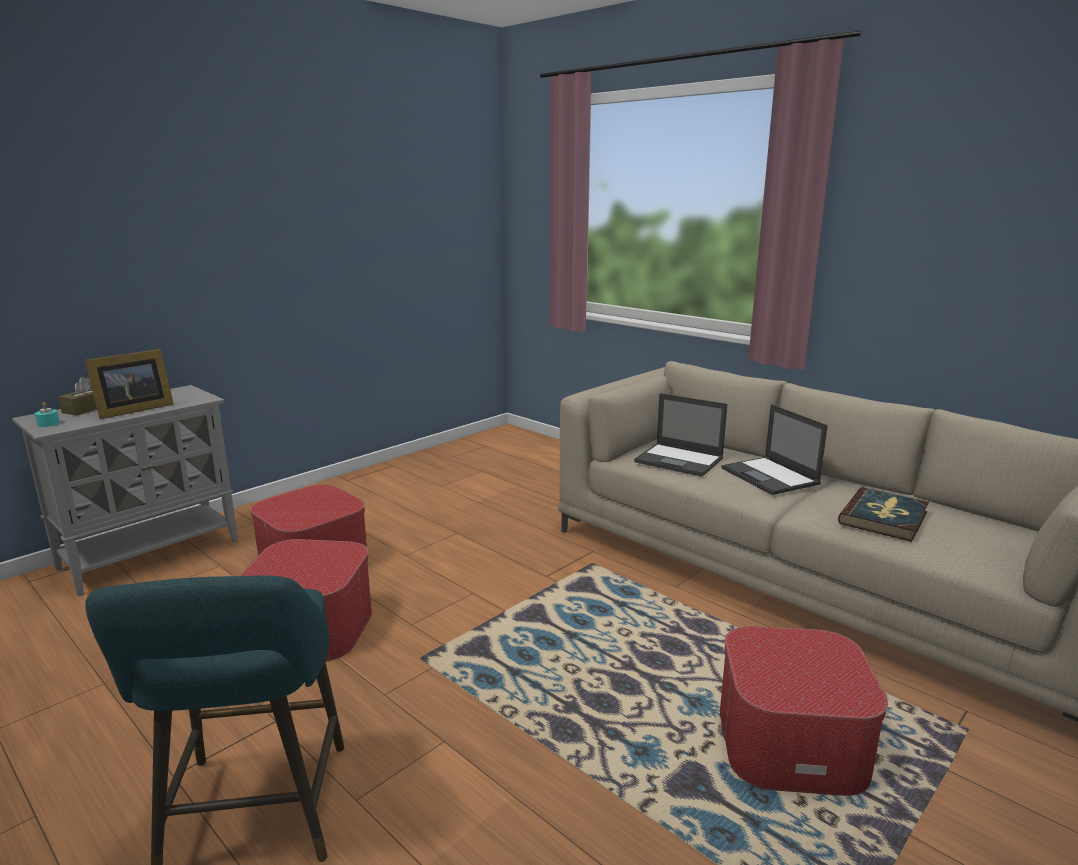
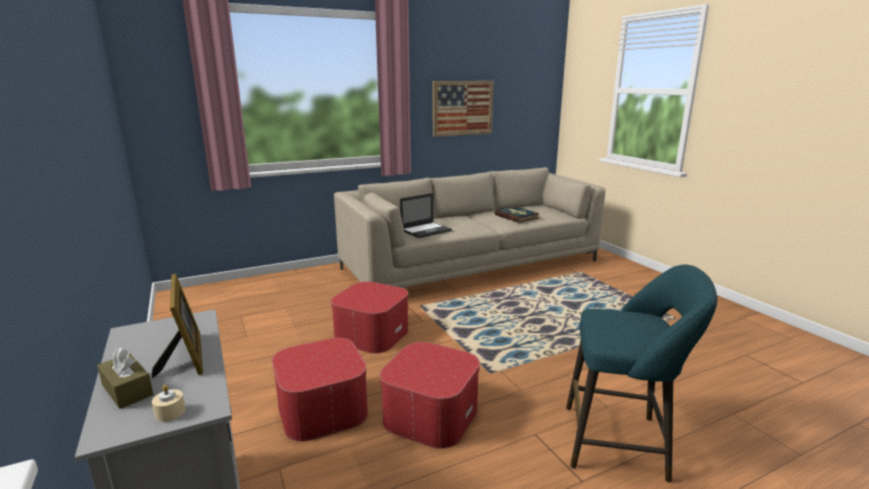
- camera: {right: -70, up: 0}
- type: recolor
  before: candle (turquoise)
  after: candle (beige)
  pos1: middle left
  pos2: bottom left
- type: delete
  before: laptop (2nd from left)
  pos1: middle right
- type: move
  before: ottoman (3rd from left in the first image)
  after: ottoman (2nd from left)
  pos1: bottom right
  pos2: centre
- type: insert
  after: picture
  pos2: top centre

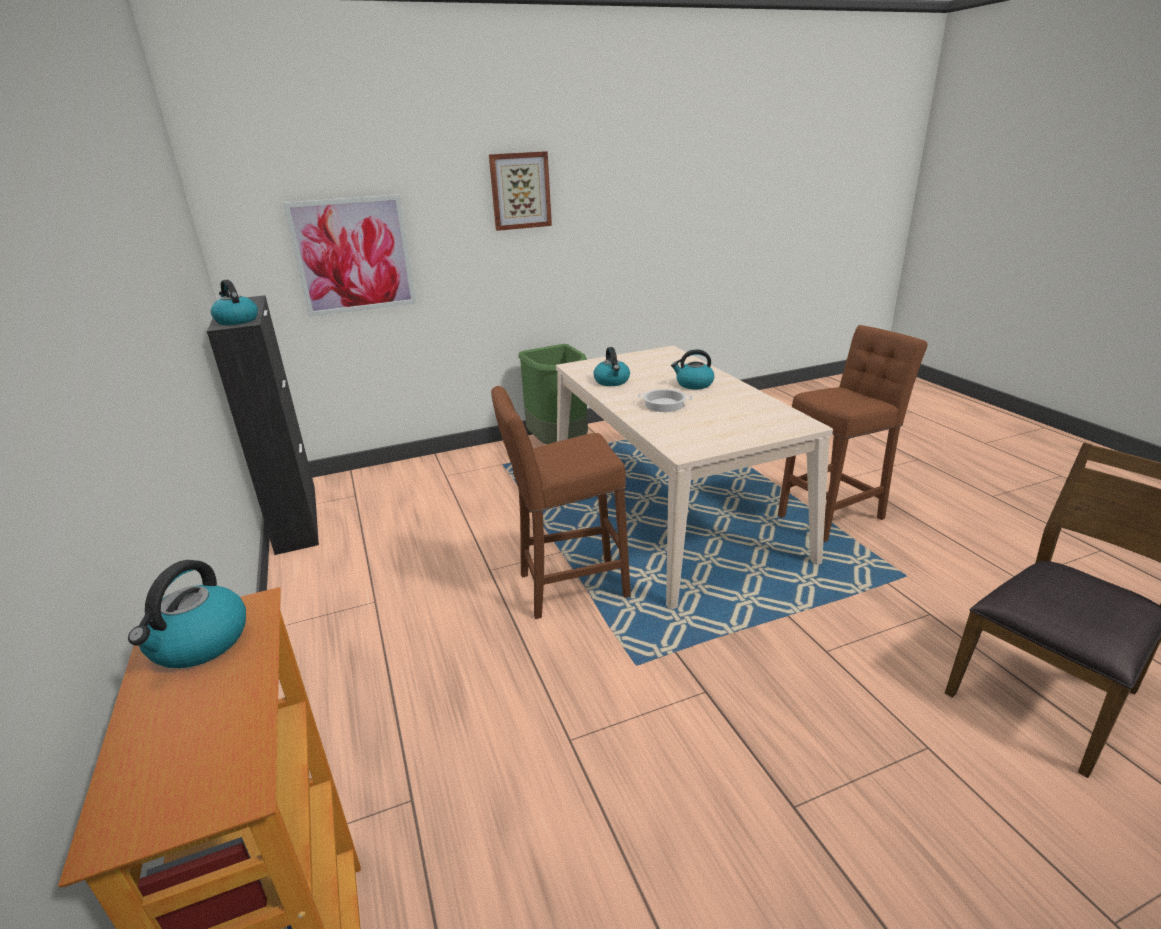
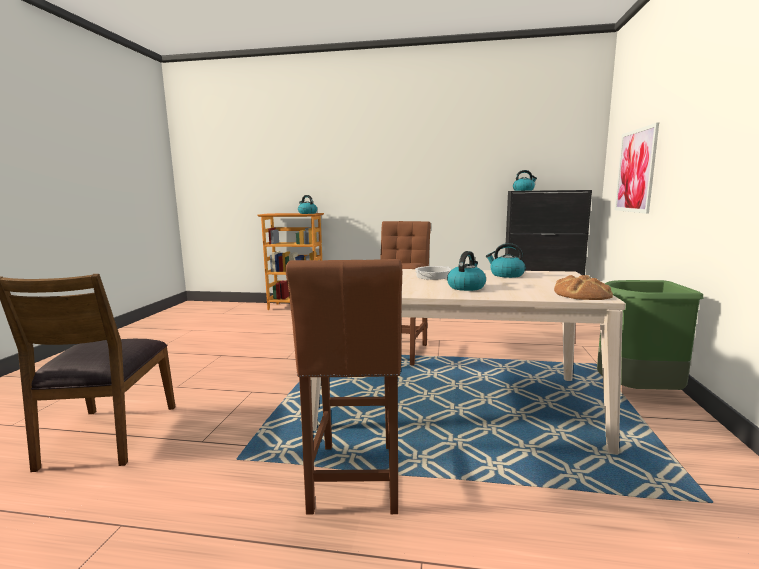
- camera: {right: 120, up: -15}
- type: delete
  before: picture (2nd from left)
  pos1: top centre
- type: insert
  after: bread
  pos2: middle right

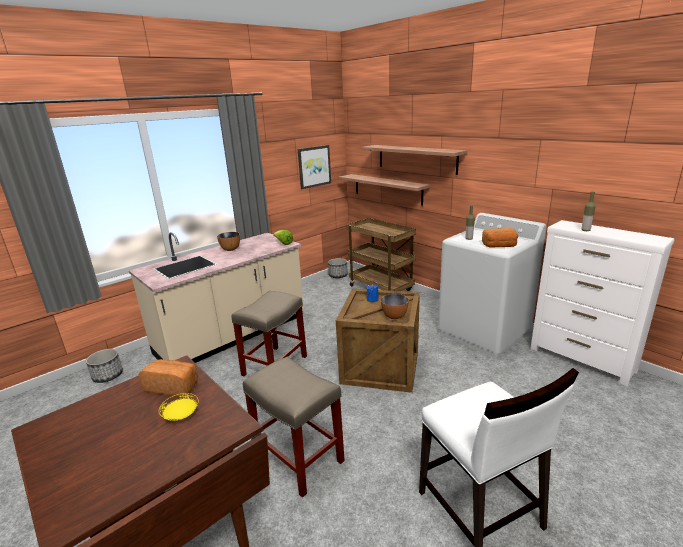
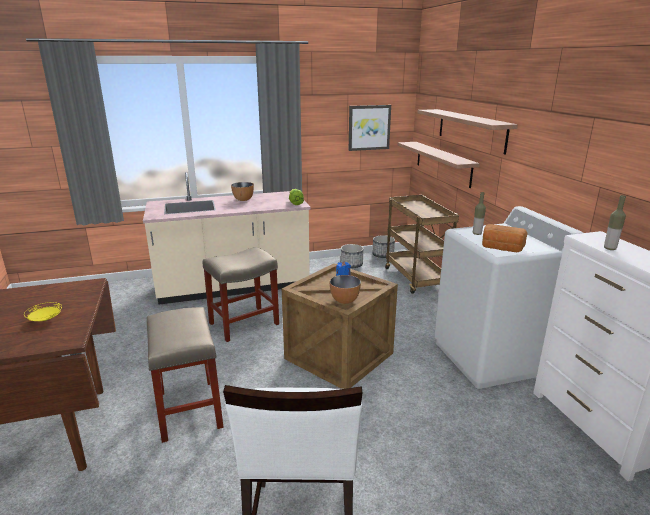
- camera: {right: 25, up: 0}
- type: move
  before: planter (1st from left)
  pos1: bottom left
  pos2: centre
- type: delete
  before: bread (1st from left)
  pos1: bottom left

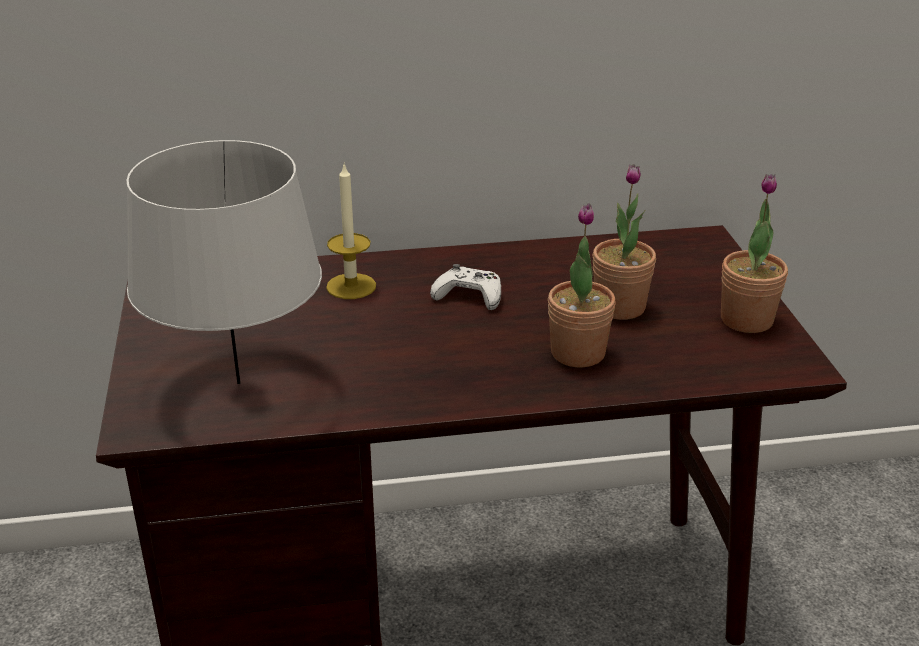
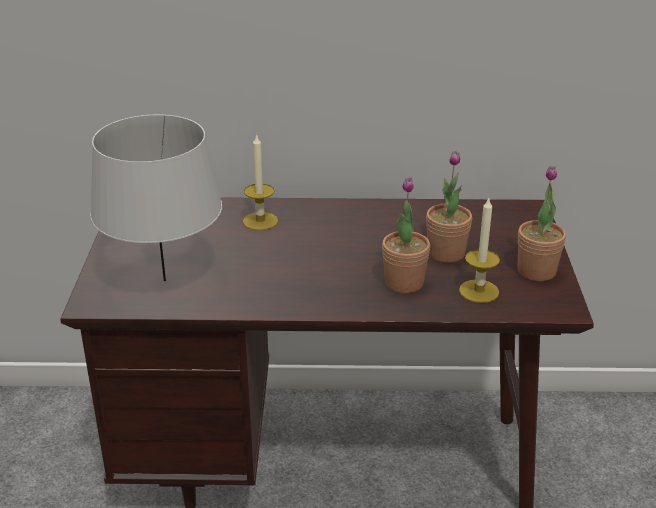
- camera: {right: 10, up: 0}
- type: delete
  before: game controller (white)
  pos1: centre
- type: insert
  after: candle (2nd from left)
  pos2: middle right

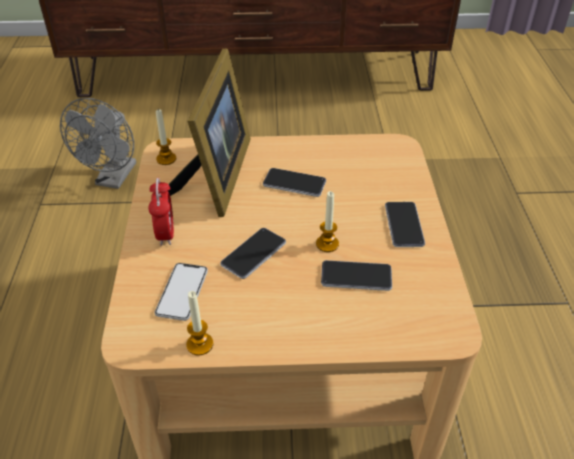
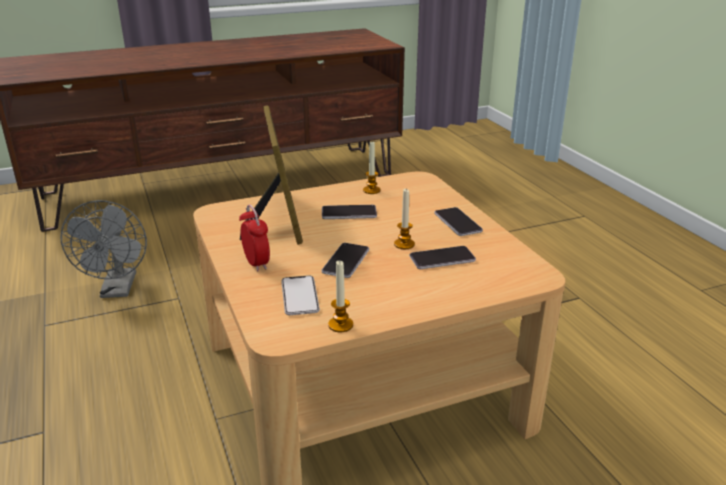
- camera: {right: -20, up: -15}
- type: move
  before: candle (1st from left in the first image)
  after: candle (2nd from left)
  pos1: top left
  pos2: centre

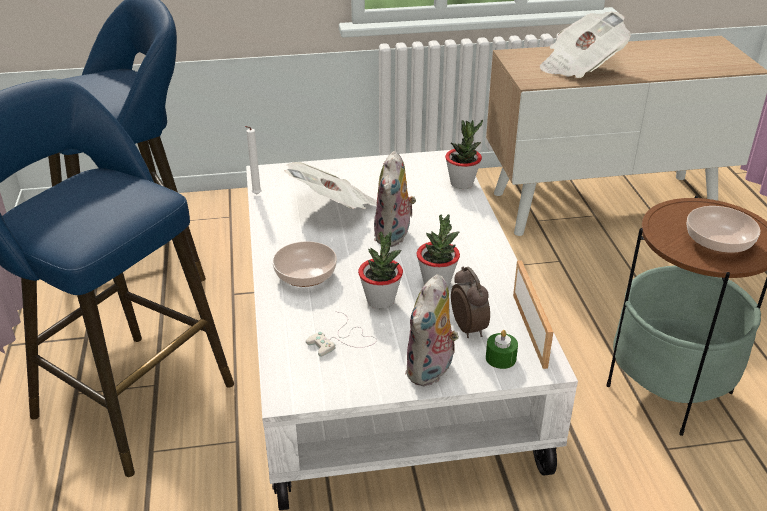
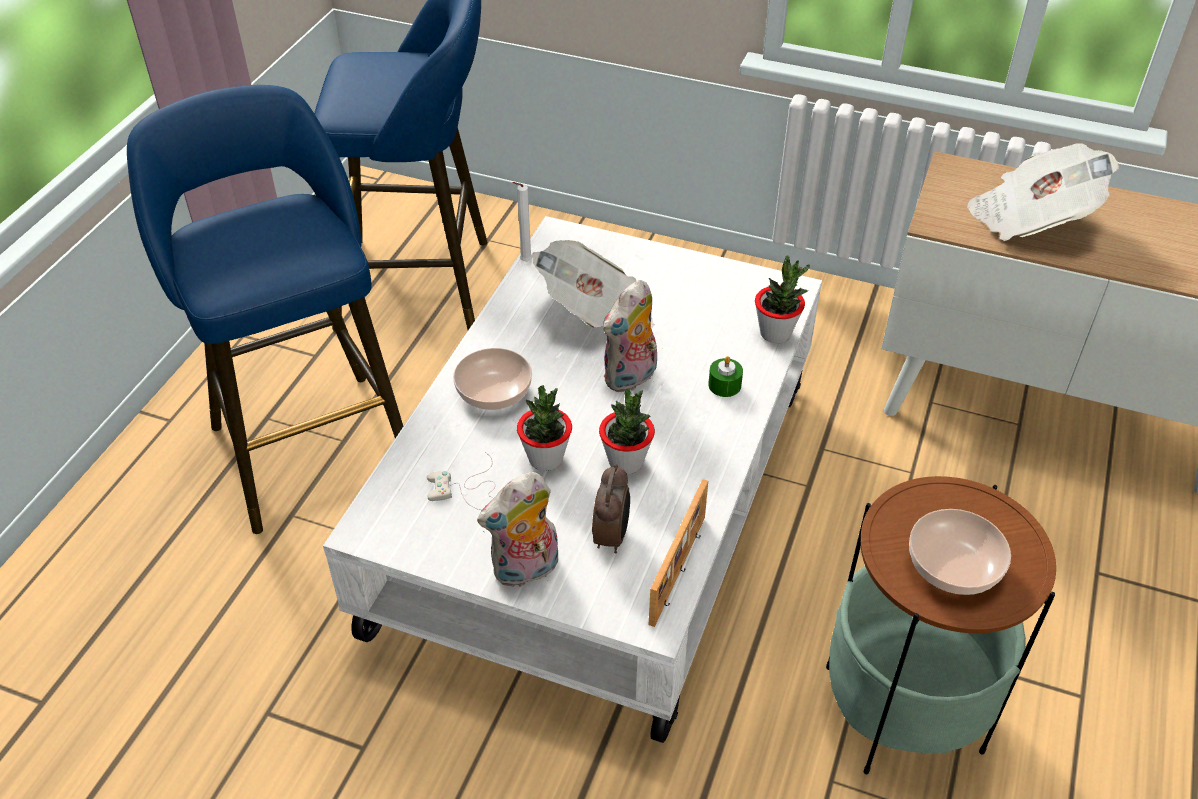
- camera: {right: 30, up: 10}
- type: move
  before: candle (green)
  pos1: bottom centre
  pos2: centre

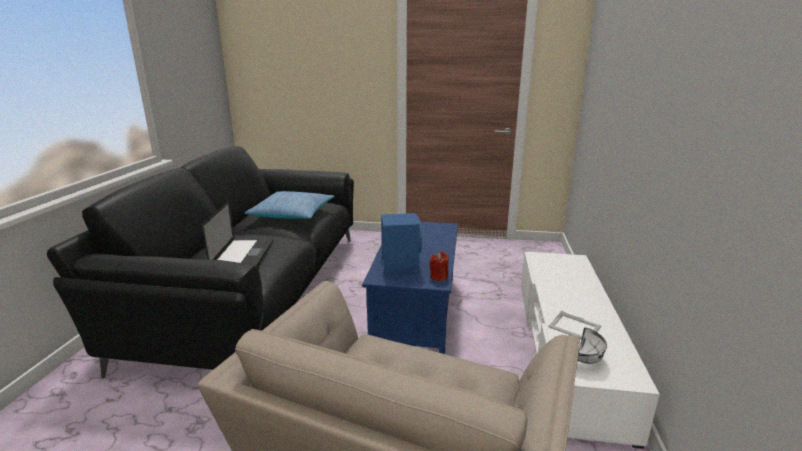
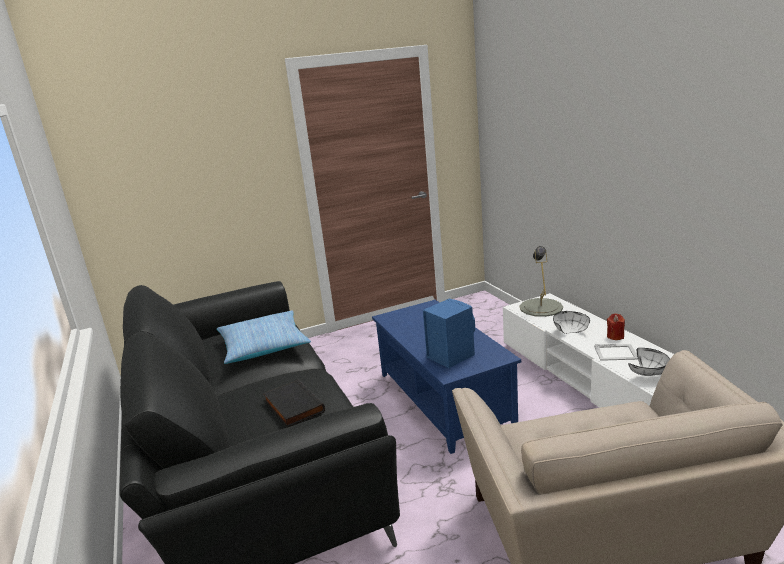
- camera: {right: -30, up: 0}
- type: replace
  before: laptop
  after: book (black)
  pos1: middle left
  pos2: bottom centre
- type: move
  before: candle (red)
  pos1: centre
  pos2: middle right
- type: insert
  after: table lamp (grey)
  pos2: middle right
- type: insert
  after: bowl (white) (1st from left)
  pos2: middle right

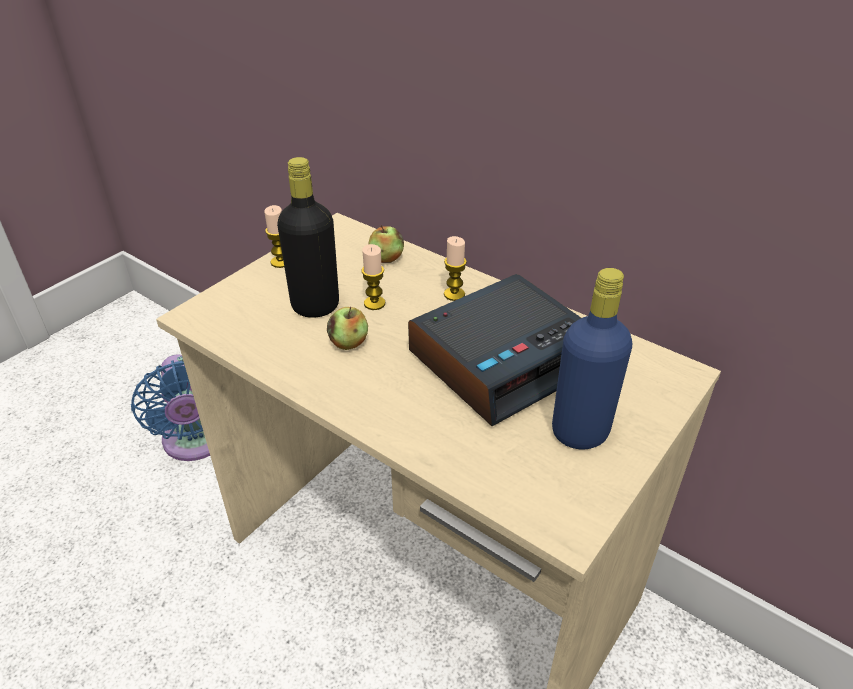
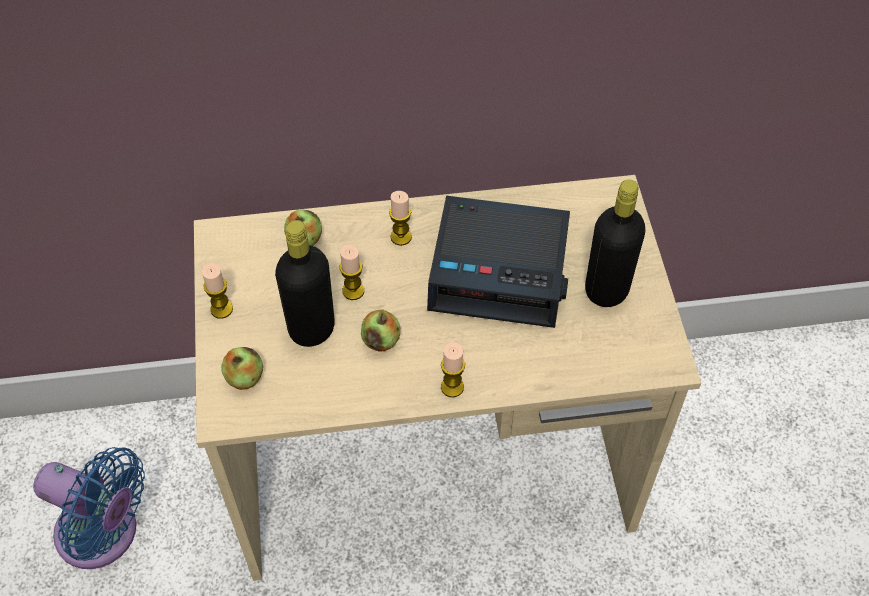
- camera: {right: -45, up: 15}
- type: recolor
  before: bottle (blue)
  after: bottle (black) (2nd from left)
  pos1: middle right
  pos2: middle right
- type: rotate
  before: alarm clock
  pos1: centre
  pos2: centre
  turn: 90
- type: insert
  after: candle (4th from left)
  pos2: centre
- type: insert
  after: apple (1st from left)
  pos2: middle left

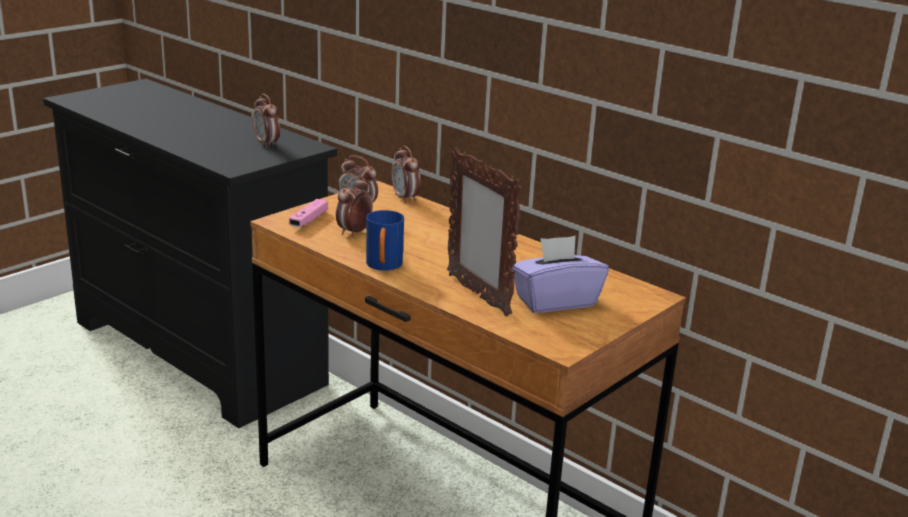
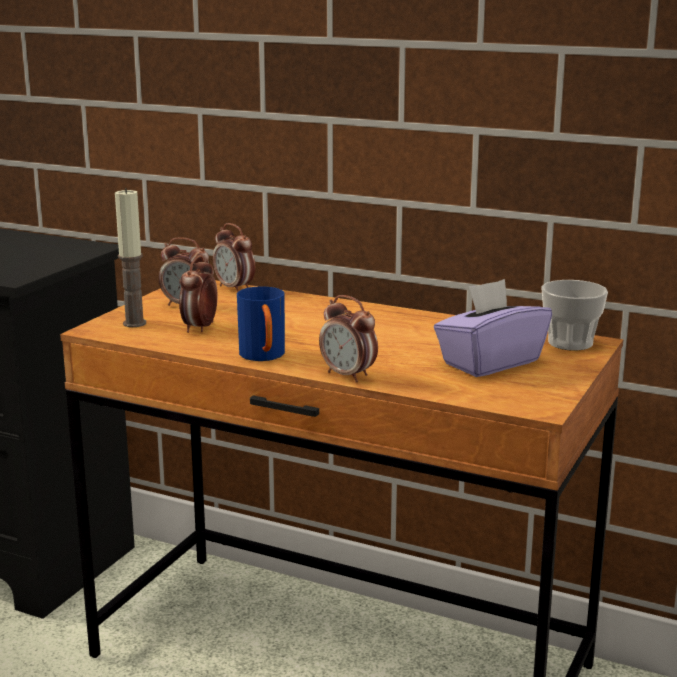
- camera: {right: -15, up: -5}
- type: move
  before: alarm clock (1st from left in the first image)
  after: alarm clock (4th from left)
  pos1: top left
  pos2: centre
- type: delete
  before: picture frame
  pos1: centre
- type: replace
  before: game controller (pink)
  after: candle
  pos1: centre
  pos2: middle left
- type: insert
  after: cup
  pos2: middle right

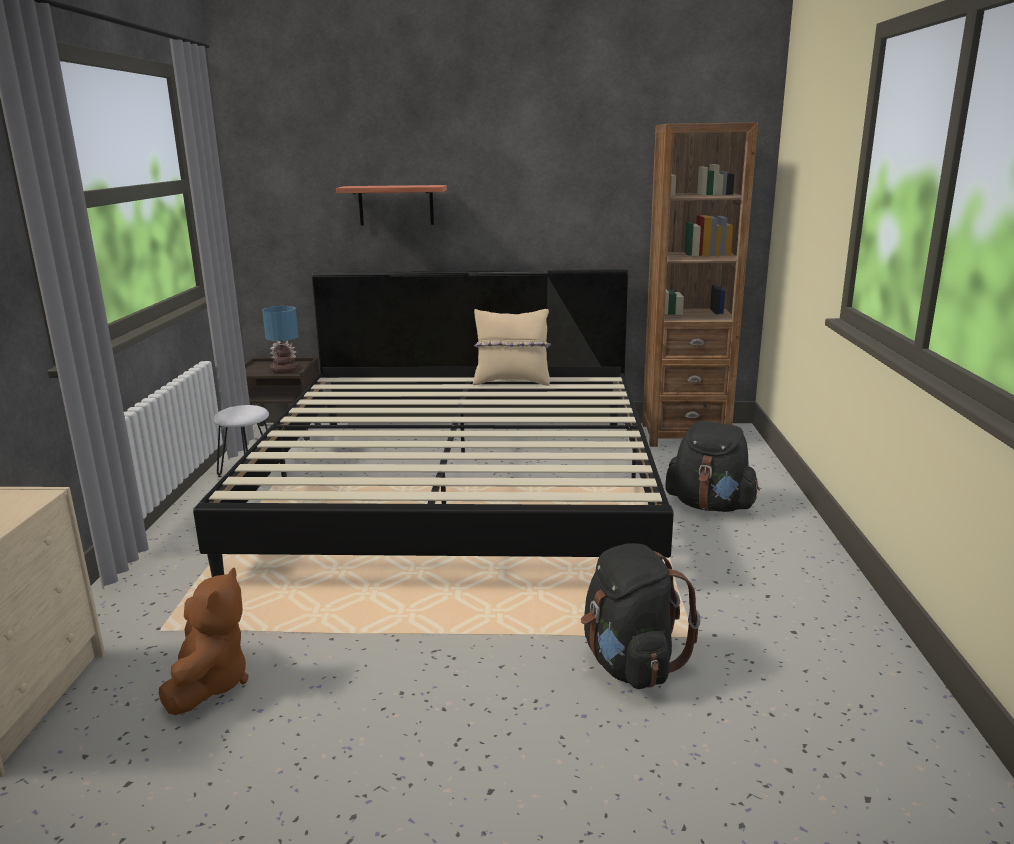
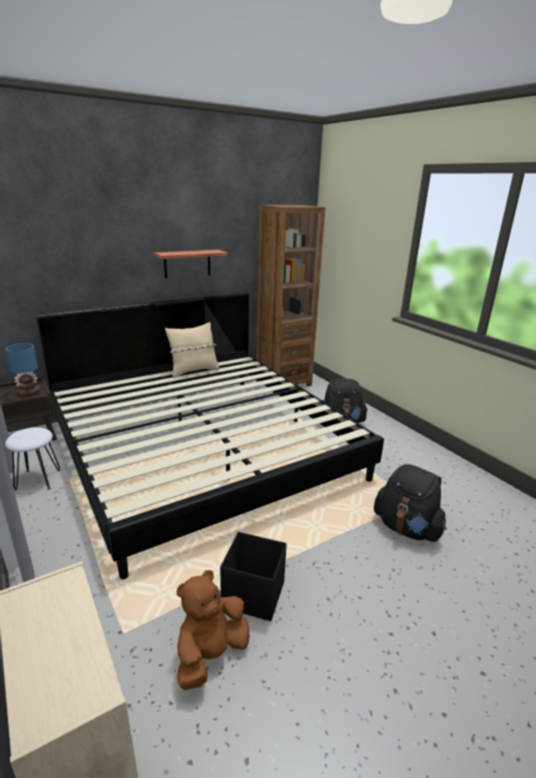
- camera: {right: -35, up: 5}
- type: move
  before: shelf
  pos1: top centre
  pos2: centre
- type: rotate
  before: plush toy (brown)
  pos1: bottom left
  pos2: bottom centre
  turn: -105
- type: insert
  after: storage box (black)
  pos2: bottom centre

